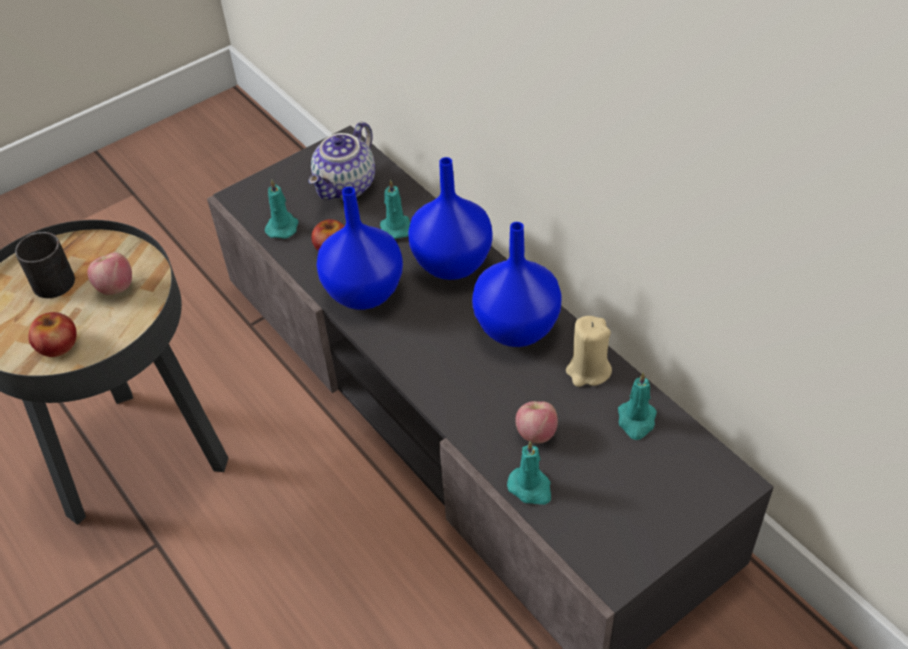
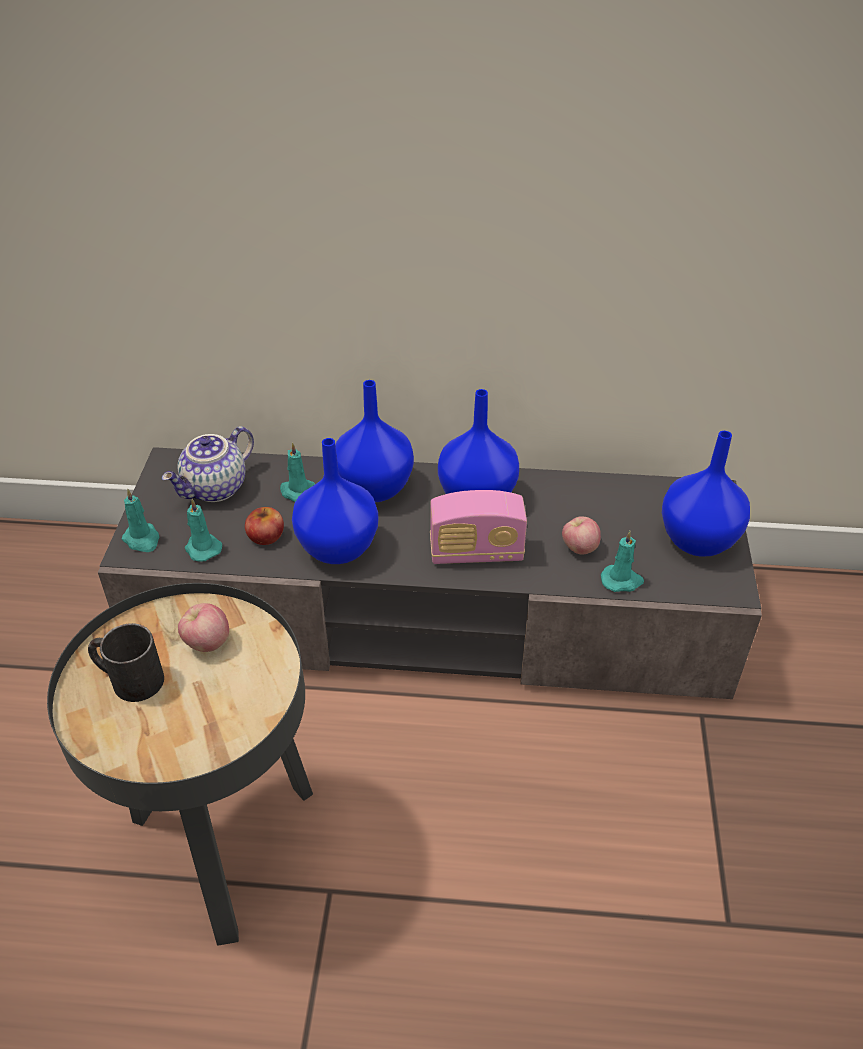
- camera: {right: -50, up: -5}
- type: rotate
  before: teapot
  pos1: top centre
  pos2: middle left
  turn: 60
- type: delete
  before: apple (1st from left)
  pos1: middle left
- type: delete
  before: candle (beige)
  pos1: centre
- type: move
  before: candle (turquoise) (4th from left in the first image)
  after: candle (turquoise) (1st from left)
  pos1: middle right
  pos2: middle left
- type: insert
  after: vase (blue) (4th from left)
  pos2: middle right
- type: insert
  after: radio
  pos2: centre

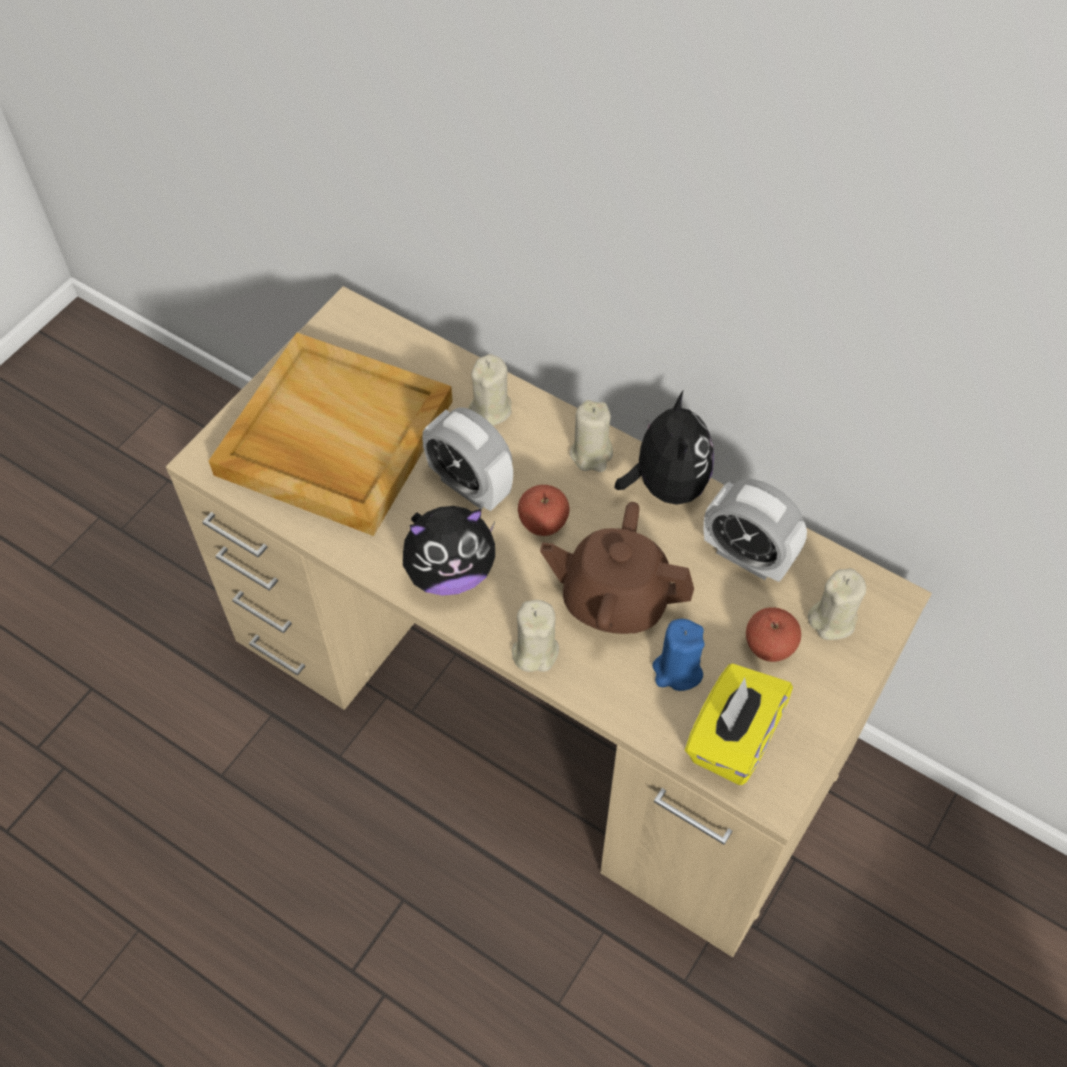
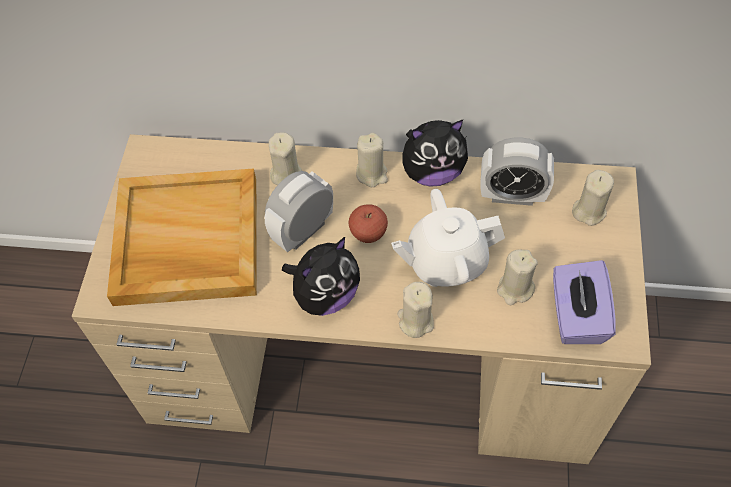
- camera: {right: -25, up: 0}
- type: rotate
  before: plush toy (2nd from left)
  pos1: centre
  pos2: top centre
  turn: 105
- type: rotate
  before: alarm clock (1st from left)
  pos1: centre
  pos2: centre
  turn: 120
- type: recolor
  before: teapot (brown)
  after: teapot (white)
  pos1: centre
  pos2: centre
- type: delete
  before: apple (2nd from left)
  pos1: middle right
- type: recolor
  before: candle (blue)
  after: candle (beige) (4th from left)
  pos1: centre
  pos2: middle right
- type: recolor
  before: tissue box (yellow)
  after: tissue box (purple)
  pos1: bottom right
  pos2: middle right

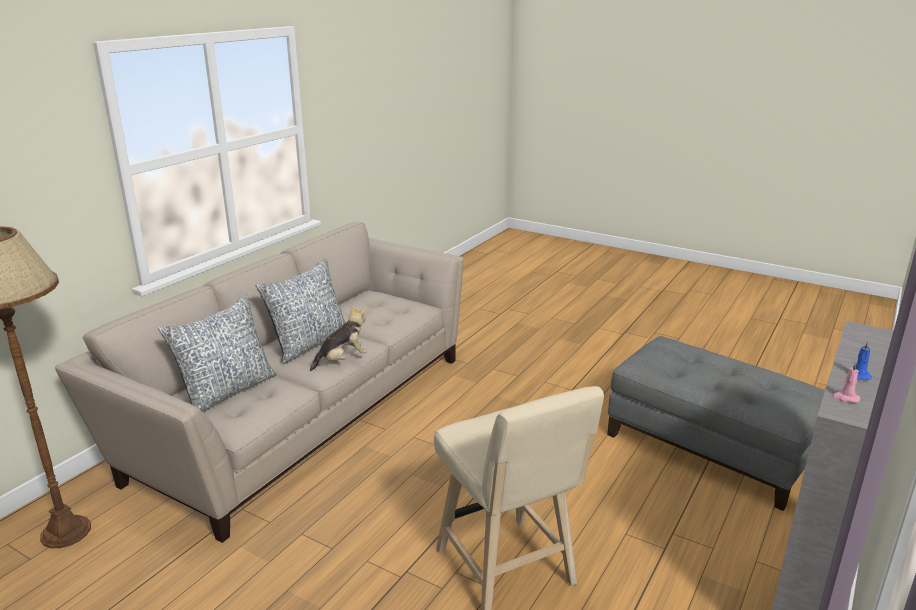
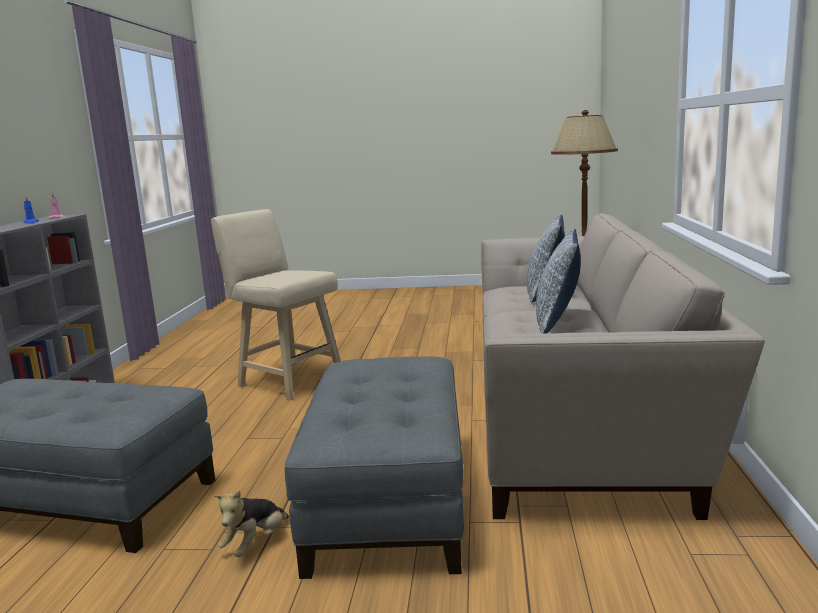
- camera: {right: 155, up: -10}
- type: move
  before: plush toy
  pos1: centre
  pos2: bottom left
- type: insert
  after: ottoman (grey) (2nd from left)
  pos2: bottom centre

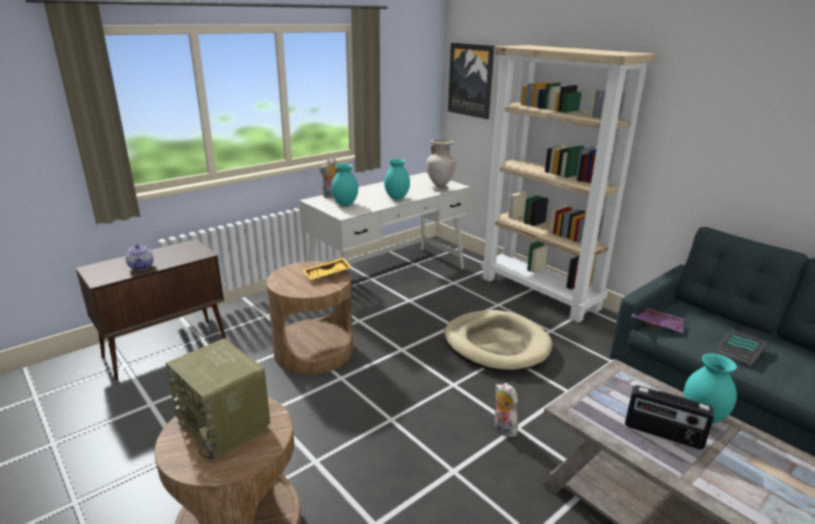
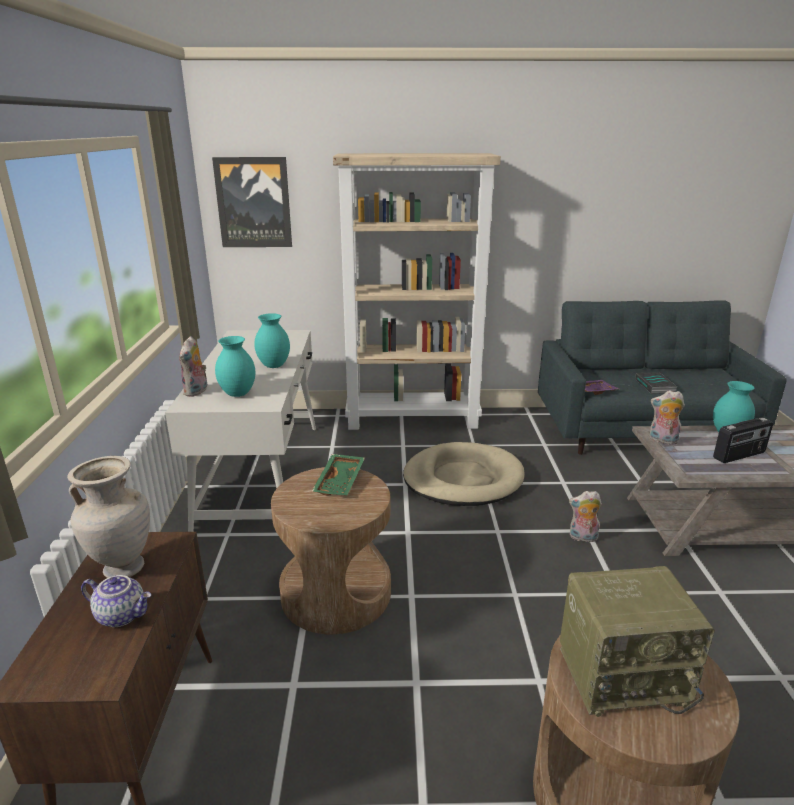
- camera: {right: -50, up: 0}
- type: move
  before: vase (beige)
  pos1: top centre
  pos2: middle left
- type: recolor
  before: tray (yellow)
  after: tray (green)
  pos1: centre
  pos2: centre
- type: insert
  after: plush toy (3rd from left)
  pos2: middle right

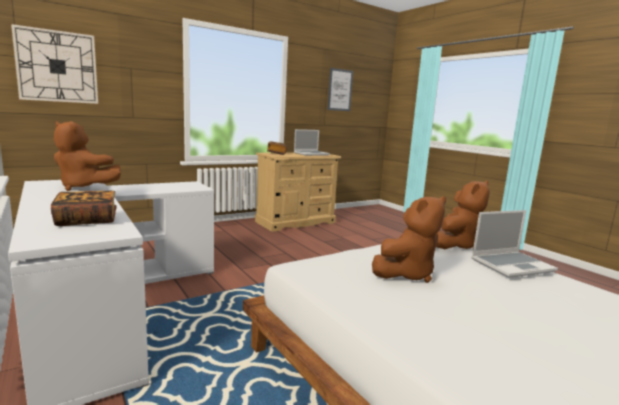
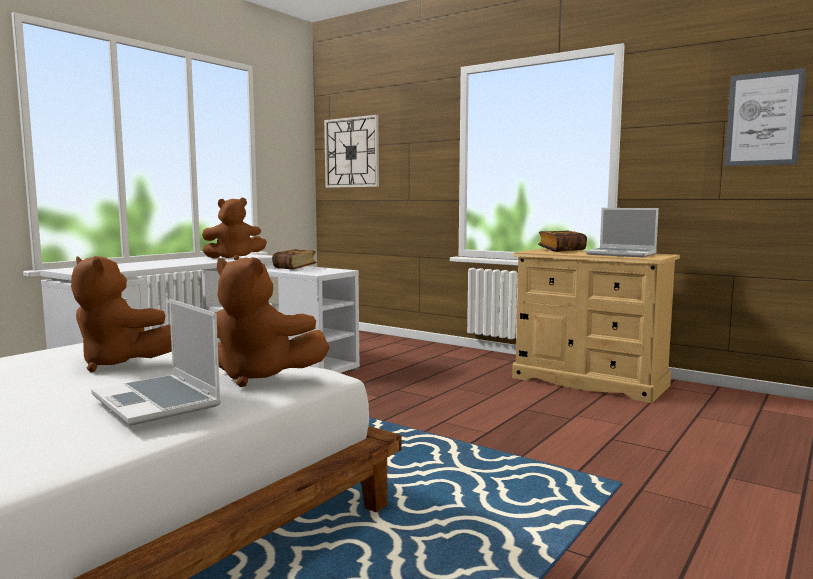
- camera: {right: 70, up: -5}
- type: rotate
  before: plush toy (brown) (1st from left in the first image)
  pos1: middle left
  pos2: middle left
  turn: -105
- type: move
  before: book (1st from left)
  pos1: middle left
  pos2: centre

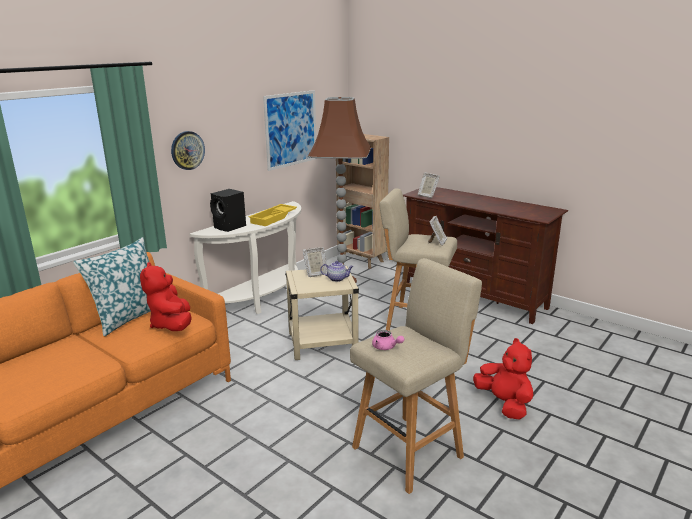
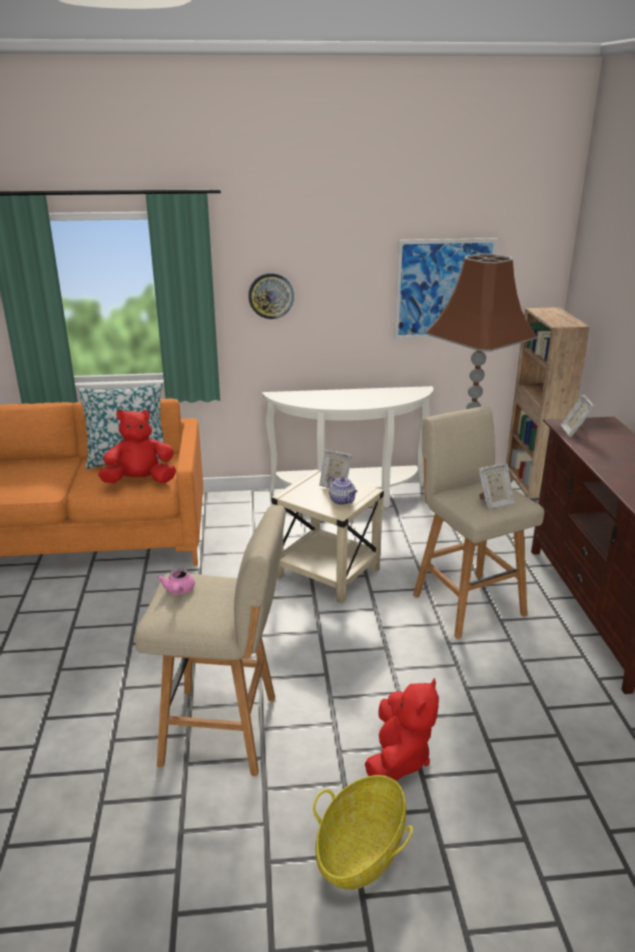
- camera: {right: 45, up: 5}
- type: delete
  before: speaker (black)
  pos1: middle left
- type: delete
  before: tray (yellow)
  pos1: centre
- type: rotate
  before: plush toy (red) (1st from left)
  pos1: middle left
  pos2: middle left
  turn: 45
- type: insert
  after: basket
  pos2: bottom centre

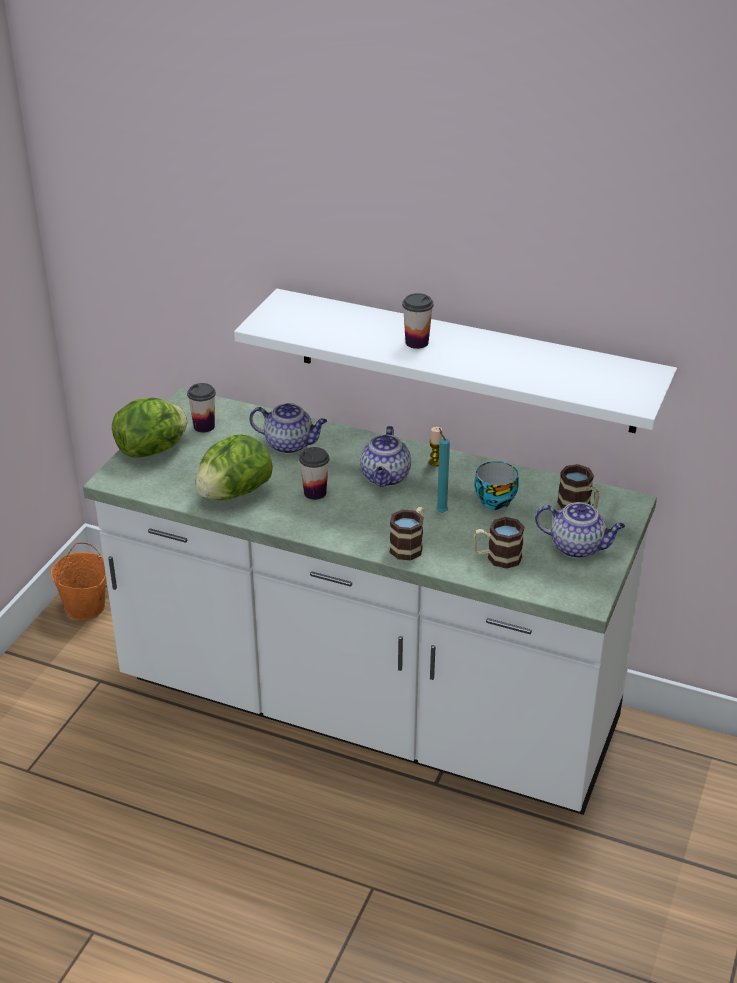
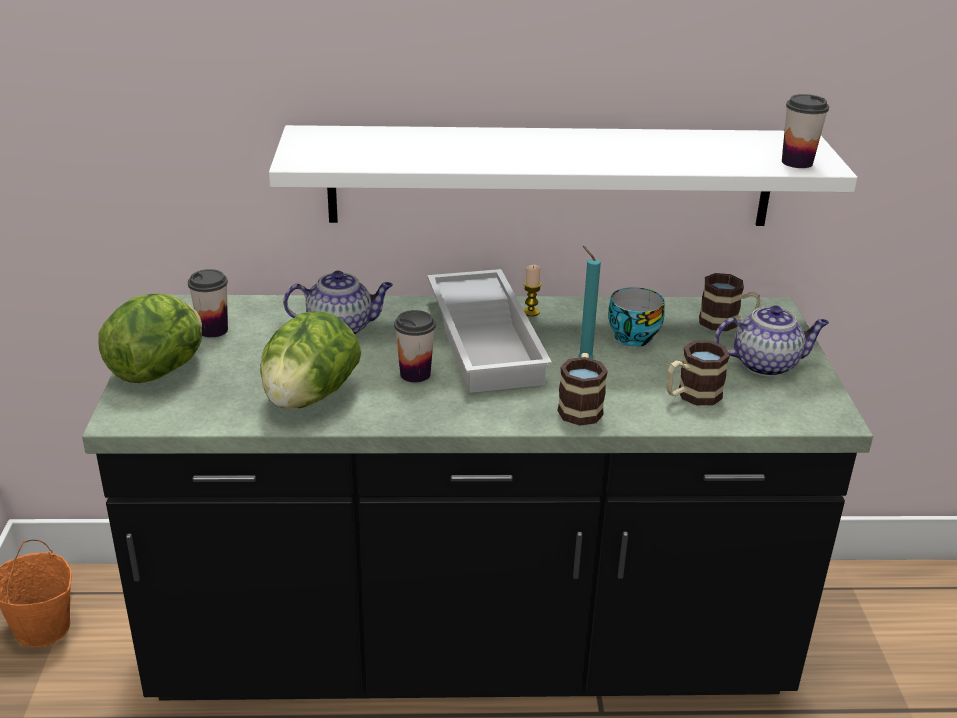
- camera: {right: -25, up: -5}
- type: move
  before: cup (3rd from left in the first image)
  after: cup (4th from left)
  pos1: top centre
  pos2: top right
- type: recolor
  before: counter (white)
  after: counter (black)
  pos1: centre
  pos2: bottom centre
- type: replace
  before: teapot (2nd from left)
  after: tray (white)
  pos1: centre
  pos2: centre

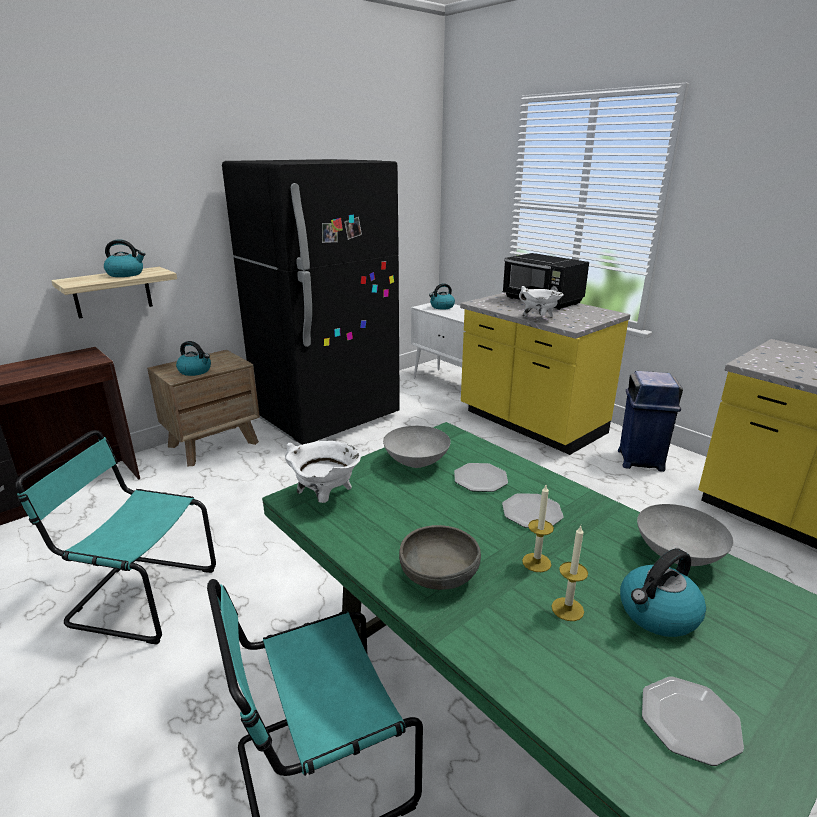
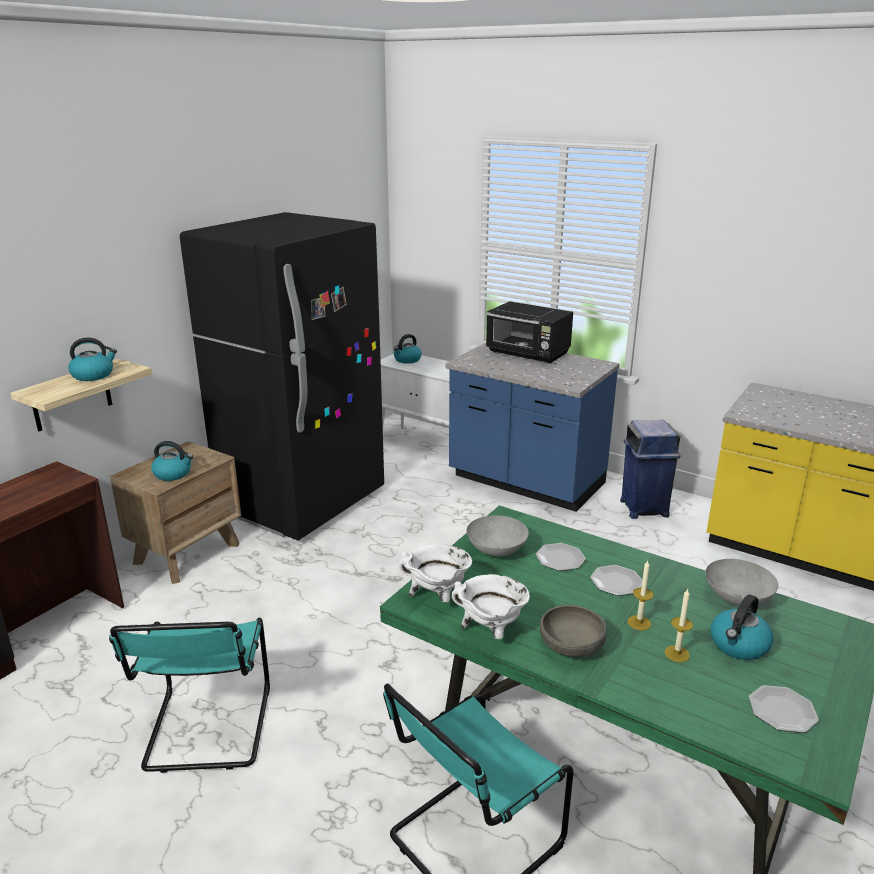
- camera: {right: -15, up: 0}
- type: move
  before: cooking pot (white) (2nd from left)
  pos1: centre
  pos2: bottom centre
- type: recolor
  before: counter (yellow) (1st from left)
  after: counter (blue)
  pos1: middle right
  pos2: centre
- type: rotate
  before: chair (turquoise) (1st from left)
  pos1: middle left
  pos2: bottom left
  turn: -90

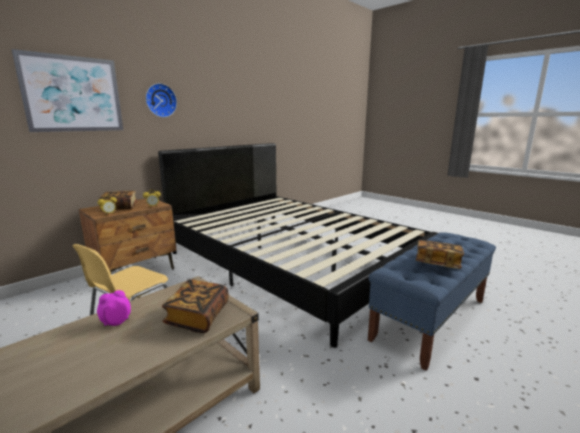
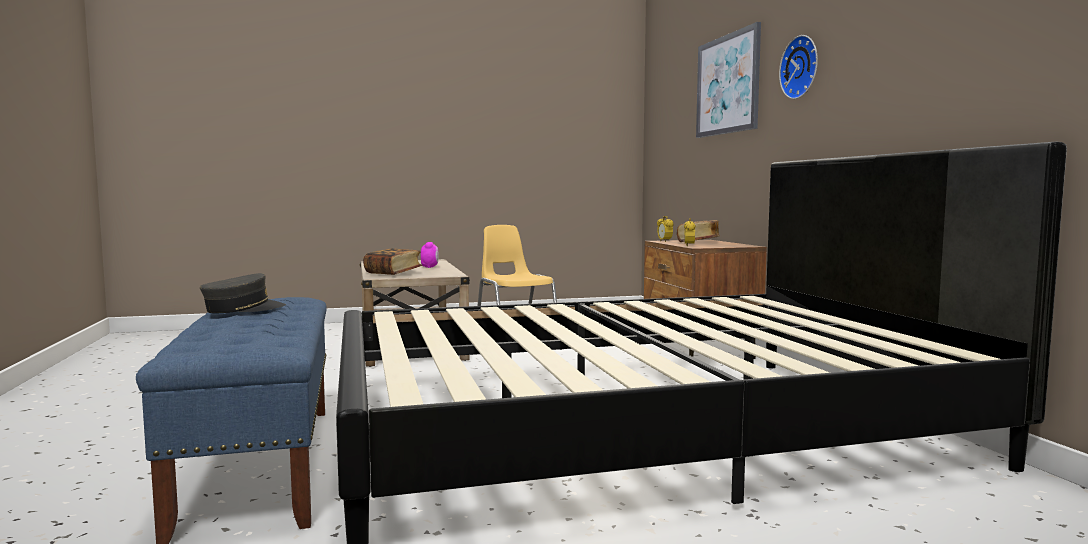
- camera: {right: 120, up: -10}
- type: replace
  before: book (3rd from left)
  after: cap (grey)
  pos1: middle right
  pos2: middle left

